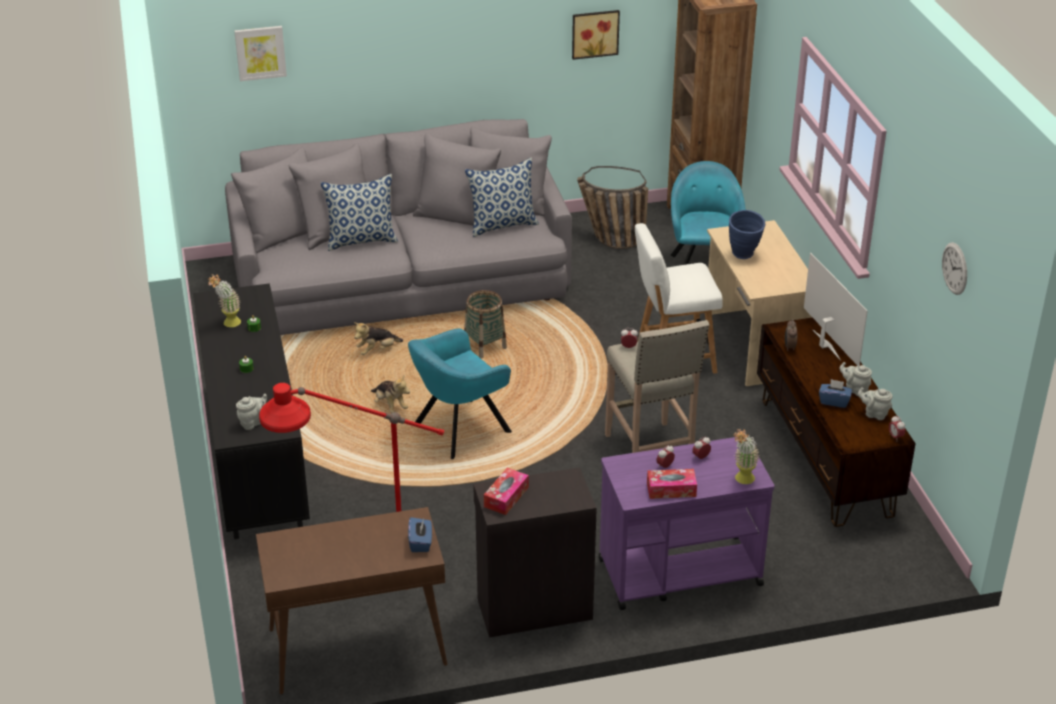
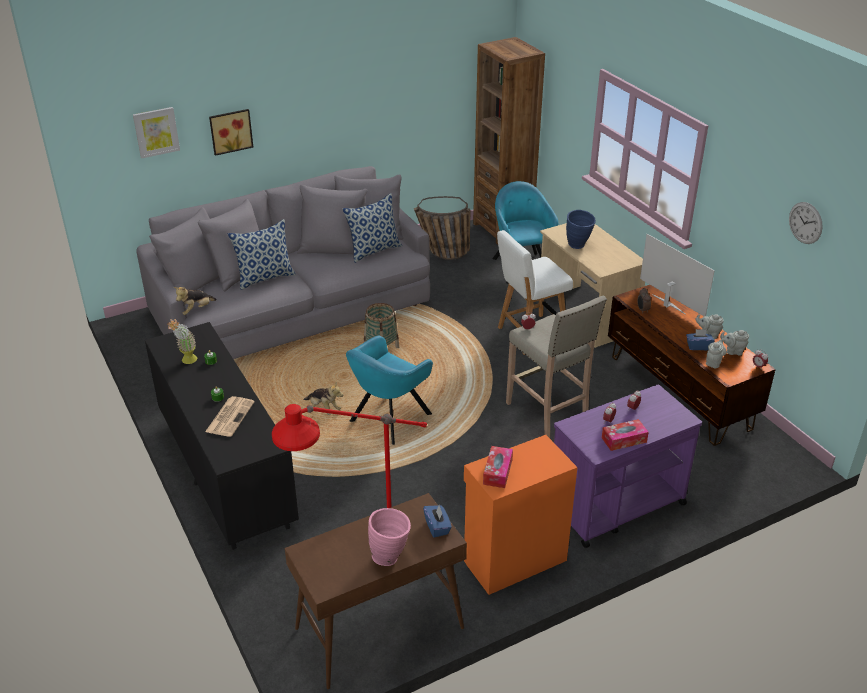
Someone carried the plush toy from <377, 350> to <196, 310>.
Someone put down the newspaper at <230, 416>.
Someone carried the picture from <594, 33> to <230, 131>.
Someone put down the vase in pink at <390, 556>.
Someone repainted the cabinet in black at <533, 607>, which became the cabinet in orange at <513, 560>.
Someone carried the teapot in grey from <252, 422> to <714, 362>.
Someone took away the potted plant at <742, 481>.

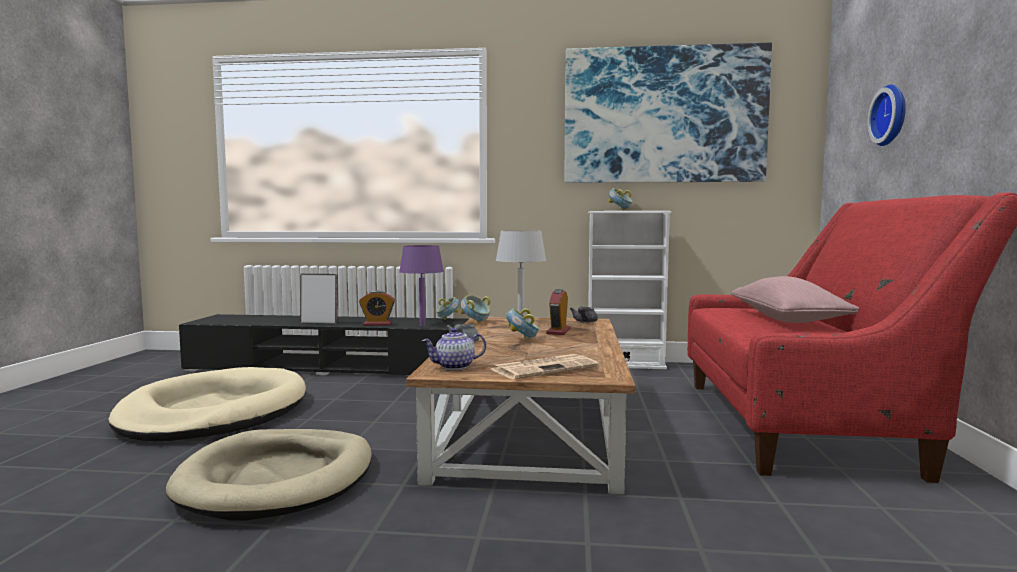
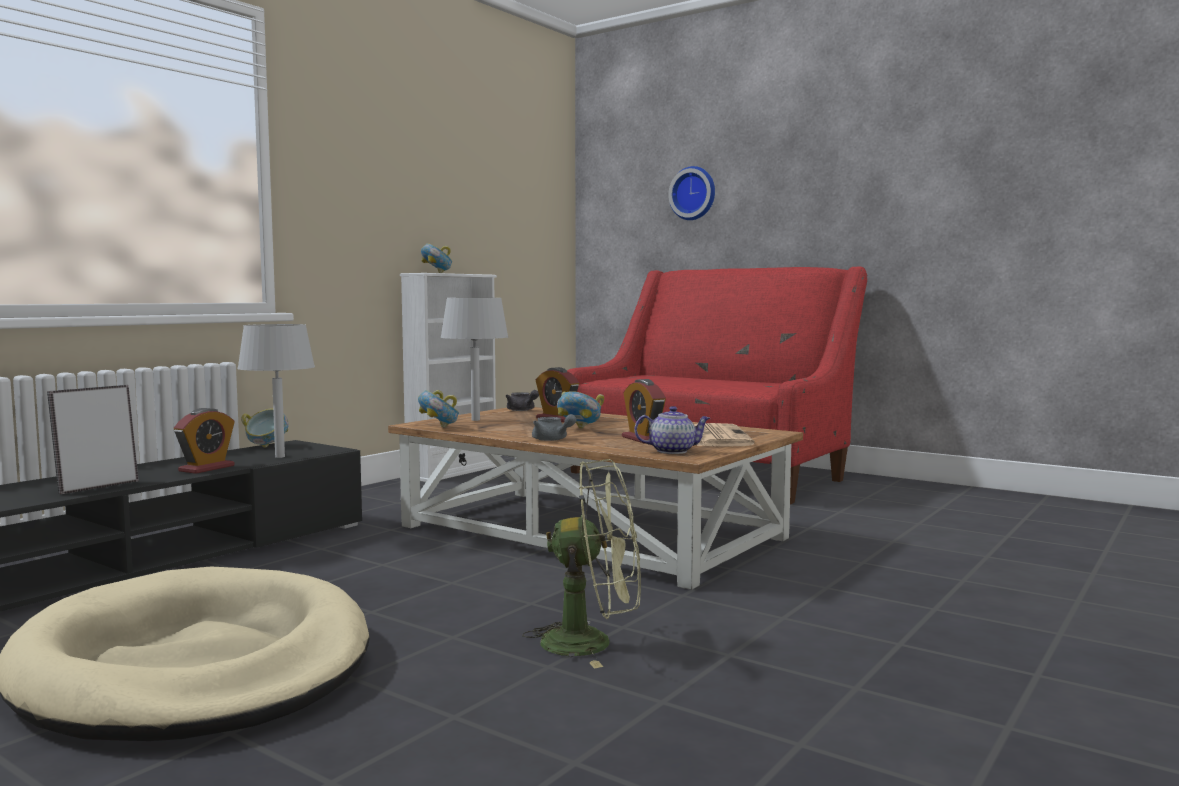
Someone repainted the table lamp in purple at <422, 325>, which became the table lamp in grey at <279, 457>.
Someone swapped the dog bed in beige at <278, 479> for the fan in green at <592, 643>.
Someone put down the alarm clock at <643, 439>.
Someone rotated the teapot at <454, 367> by 105 degrees counterclockwise.
Someone took away the picture at <664, 115>.
Someone took away the pillow in pink at <787, 320>.

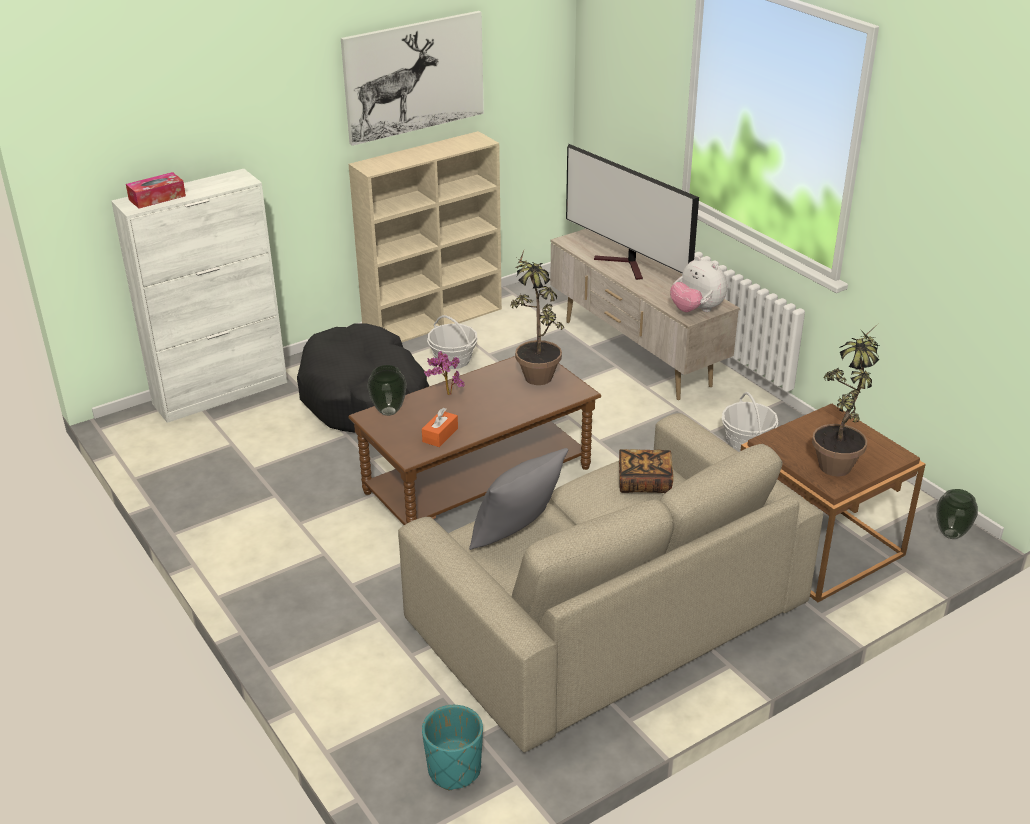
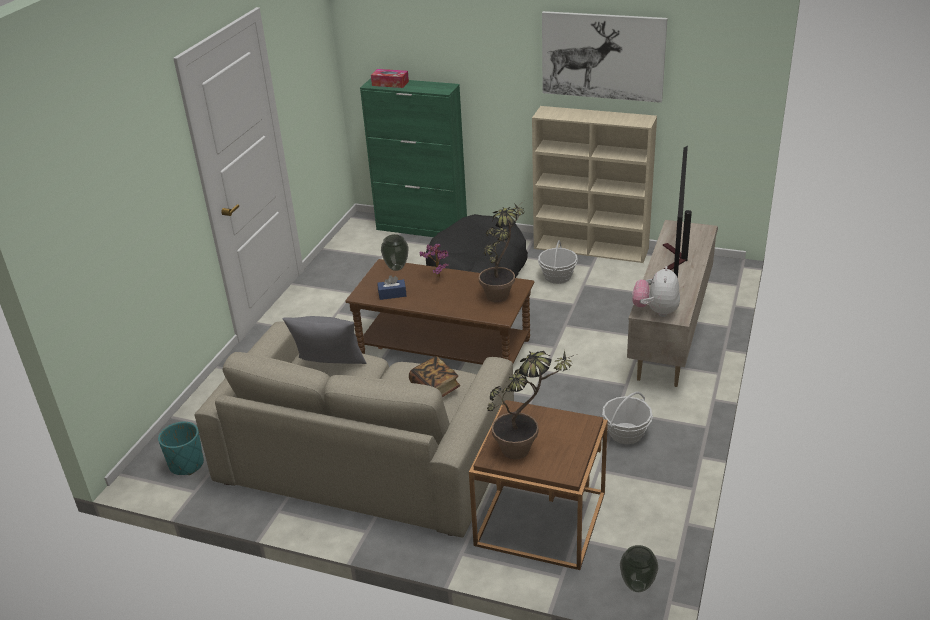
Someone repainted the cabinet in white at <221, 393>, which became the cabinet in green at <422, 228>.
Someone repainted the tissue box in orange at <440, 435>, which became the tissue box in blue at <392, 294>.

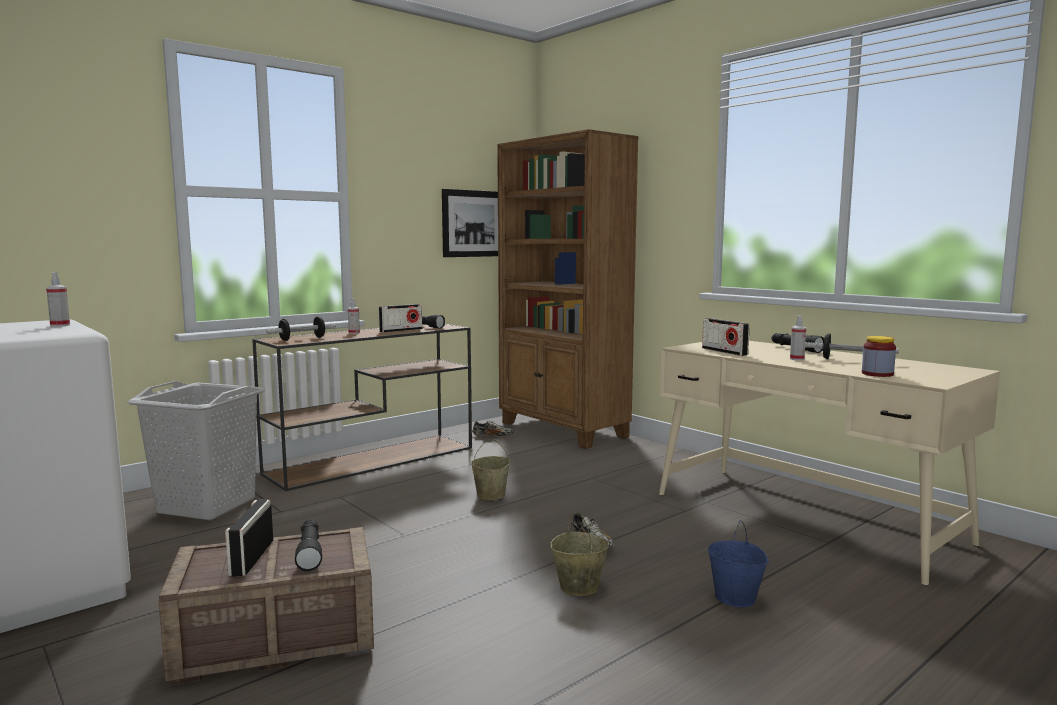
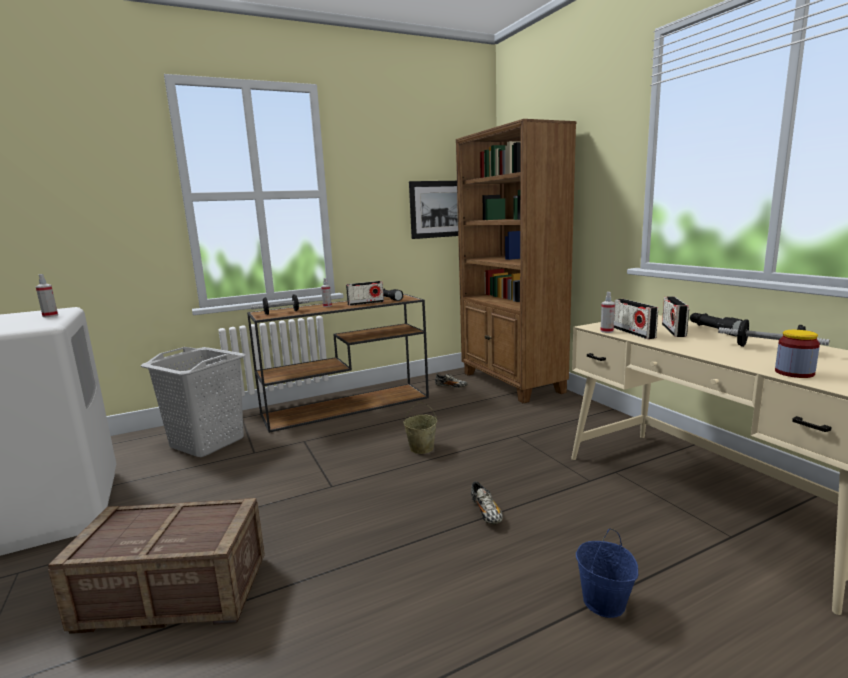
Someone carried the spray bottle from <797, 359> to <606, 331>.
Someone carried the radio from <251, 557> to <673, 330>.
Someone took away the flashlight in black at <310, 552>.
Someone took away the bucket in beige at <578, 587>.

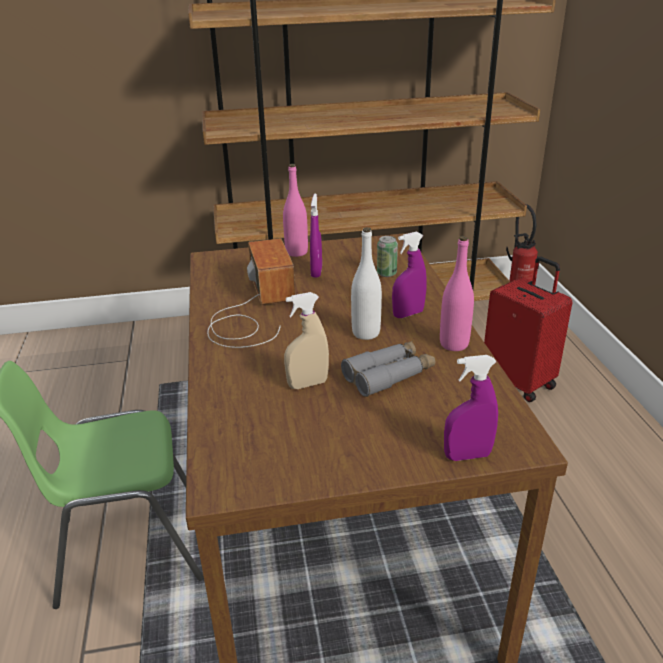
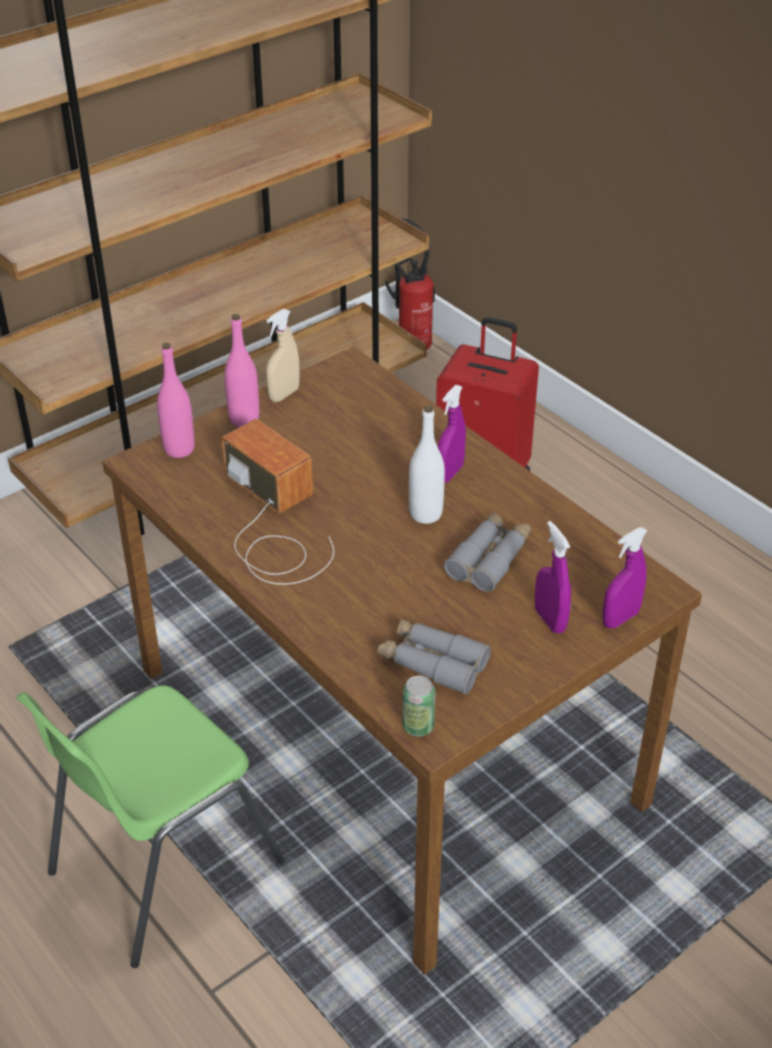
Someone carried the bottle in pink from <454, 344> to <179, 449>.
Someone carried the spray bottle in beige from <307, 384> to <284, 394>.
Someone put down the binoculars in grey at <432, 663>.
Someone carried the can from <386, 273> to <418, 726>.
Someone carried the spray bottle in purple from <316, 272> to <550, 620>.

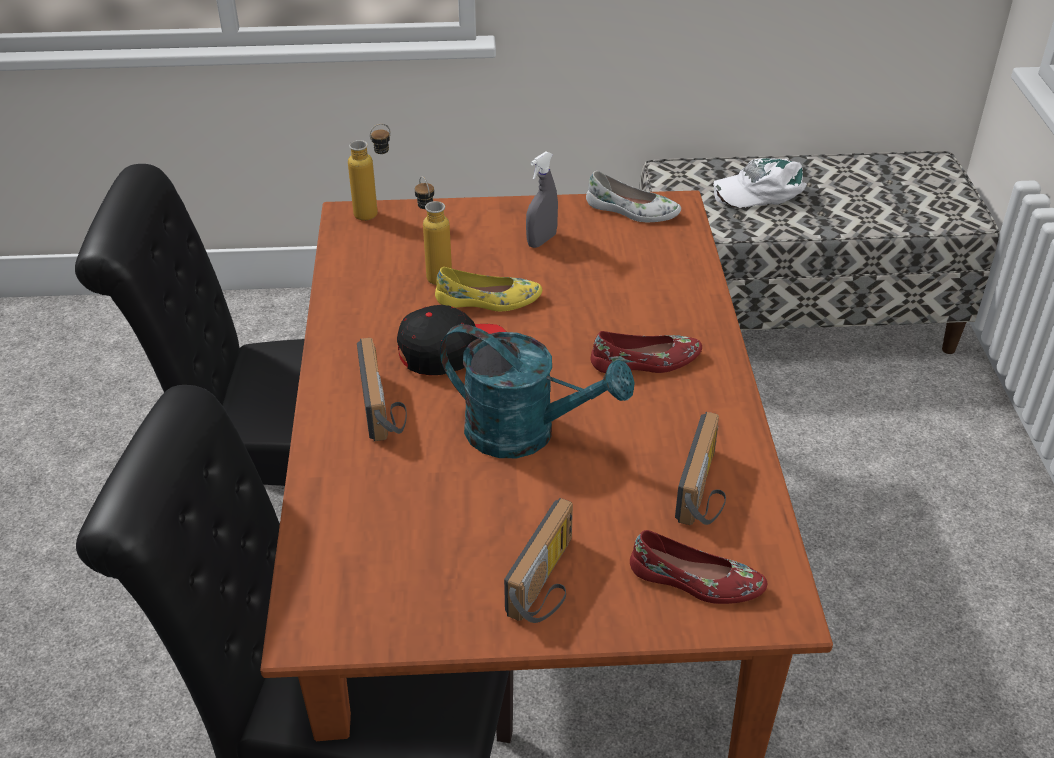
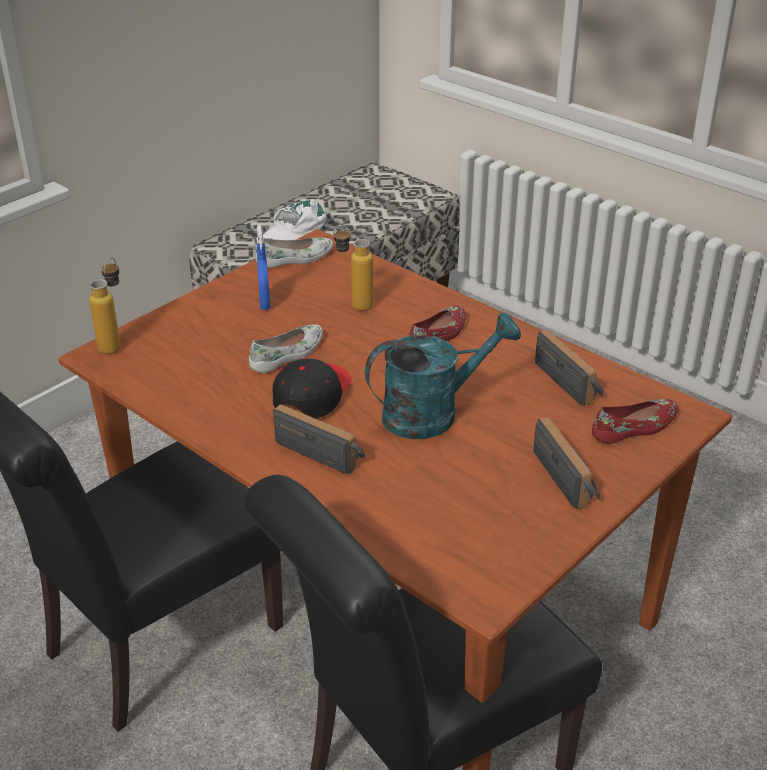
Someone repainted the shoe in yellow at <488, 301>, which became the shoe in white at <288, 355>.
Someone repainted the spray bottle in grey at <541, 240>, which became the spray bottle in blue at <265, 303>.
Someone carried the bottle from <434, 273> to <353, 304>.

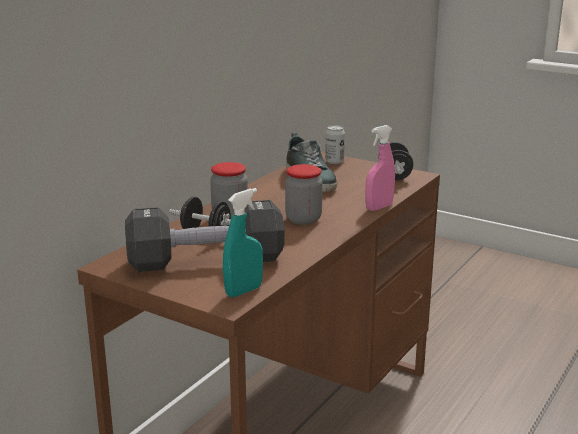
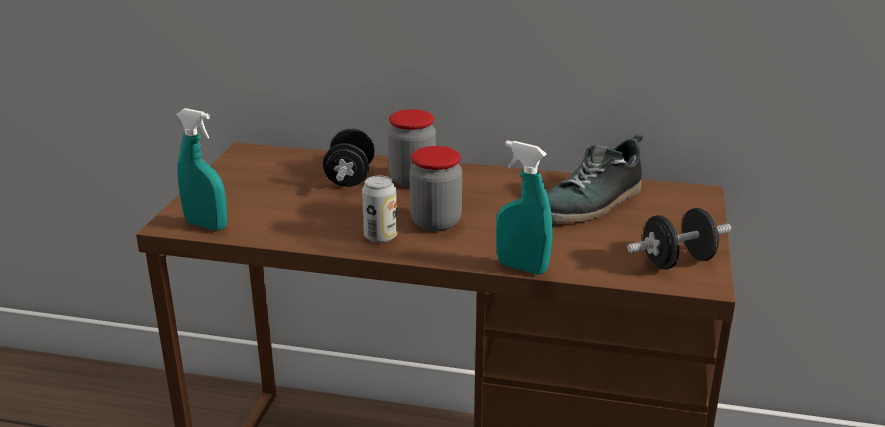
Someone carried the can from <334, 161> to <380, 237>.
Someone repainted the spray bottle in pink at <379, 207>, which became the spray bottle in turquoise at <522, 267>.
Someone took away the dumbbell in black at <206, 261>.

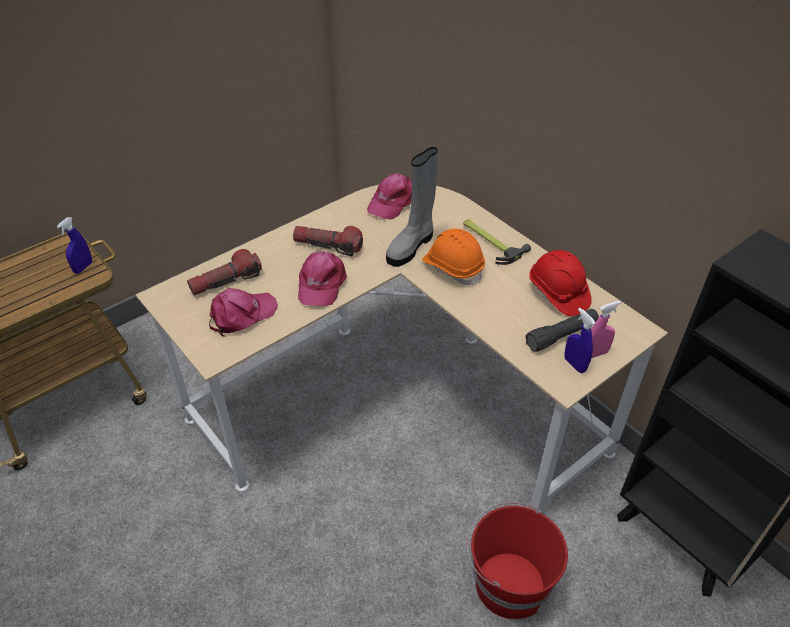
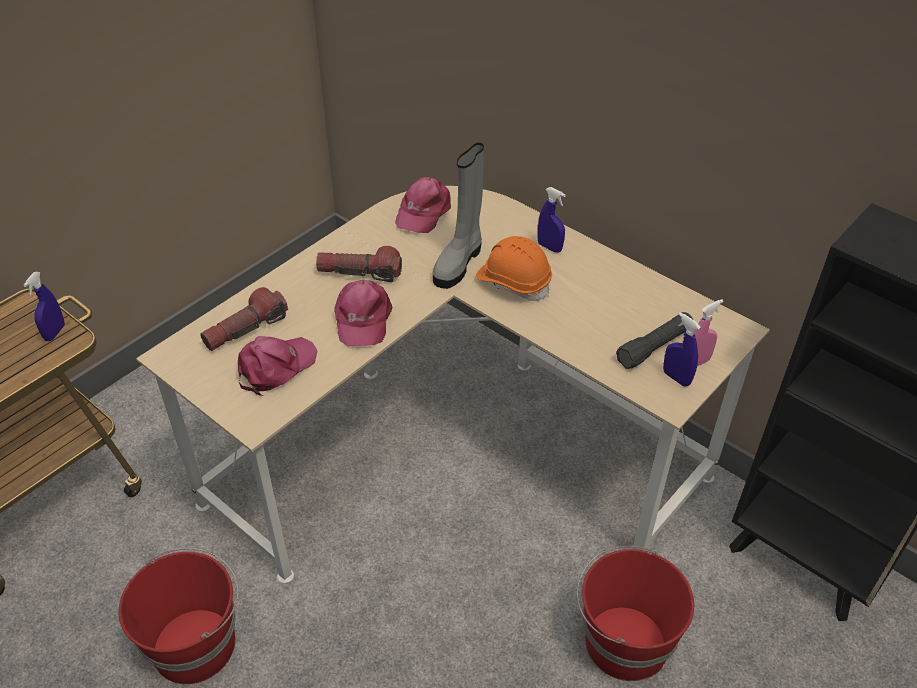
Someone put down the bucket in red at <195, 644>.
Someone swapped the hammer at <490, 241> for the spray bottle in blue at <549, 247>.
Someone took away the hard hat in red at <558, 293>.

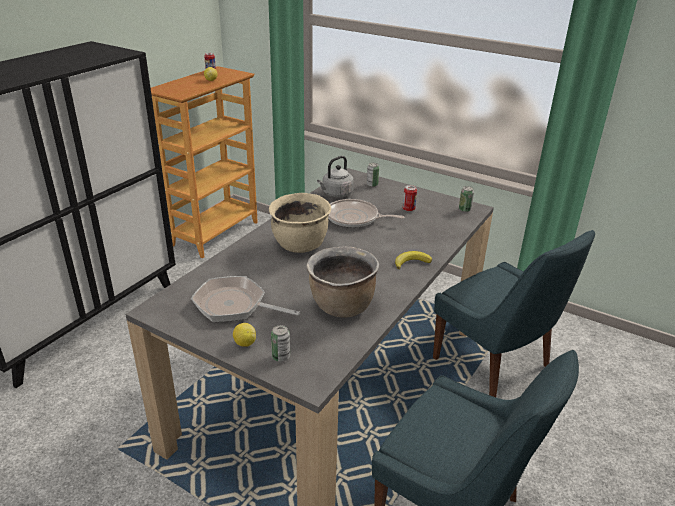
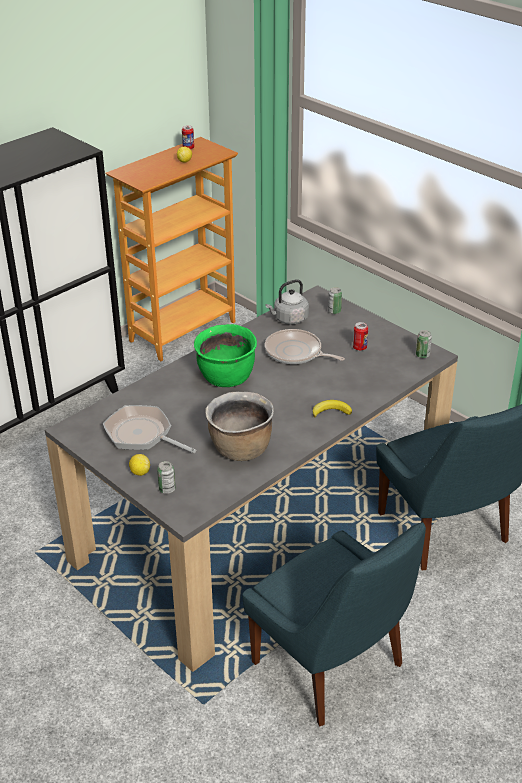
Someone repainted the cooking pot in beige at <300, 245>, which became the cooking pot in green at <226, 379>.

